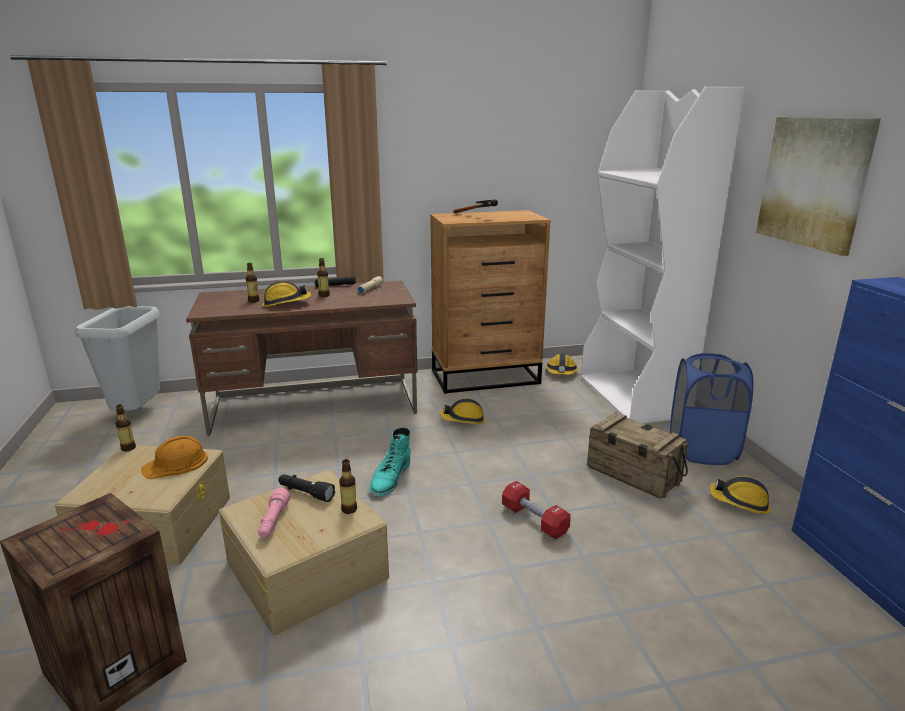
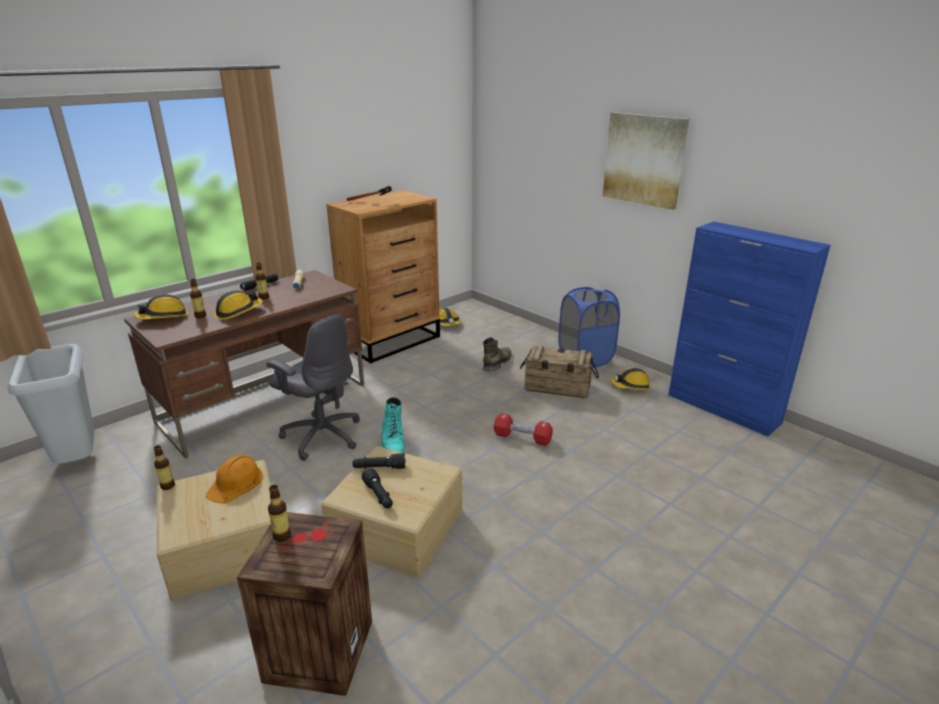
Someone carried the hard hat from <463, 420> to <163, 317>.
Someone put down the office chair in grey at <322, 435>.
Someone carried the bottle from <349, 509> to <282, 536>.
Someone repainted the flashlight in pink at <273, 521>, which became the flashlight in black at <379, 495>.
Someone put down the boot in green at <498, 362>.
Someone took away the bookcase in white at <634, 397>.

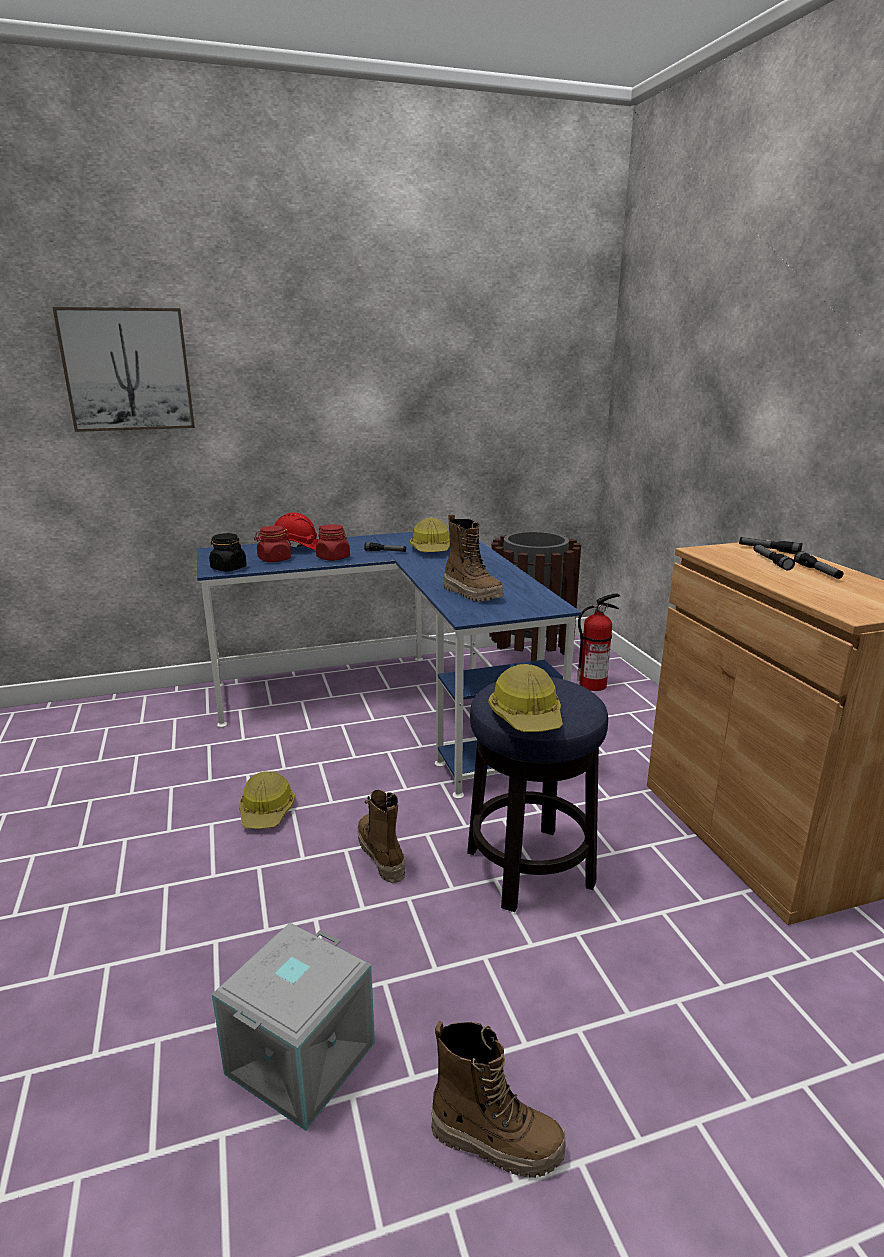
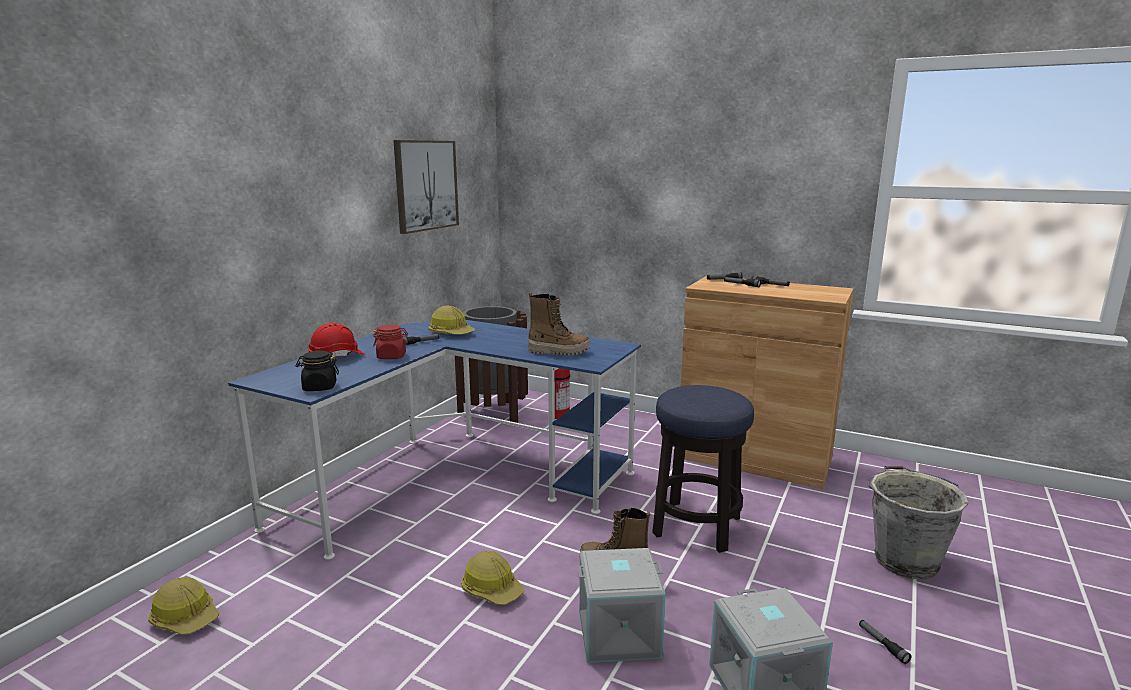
Someone carried the hard hat from <527, 716> to <186, 618>.
Someone carried the picture from <127, 370> to <426, 185>.
Someone put down the storage box in grey at <618, 635>.
Someone swapped the boot at <496, 1140> for the flashlight at <882, 644>.
Someone put down the bucket in grey at <904, 560>.
Someone took away the jar in red at <274, 559>.

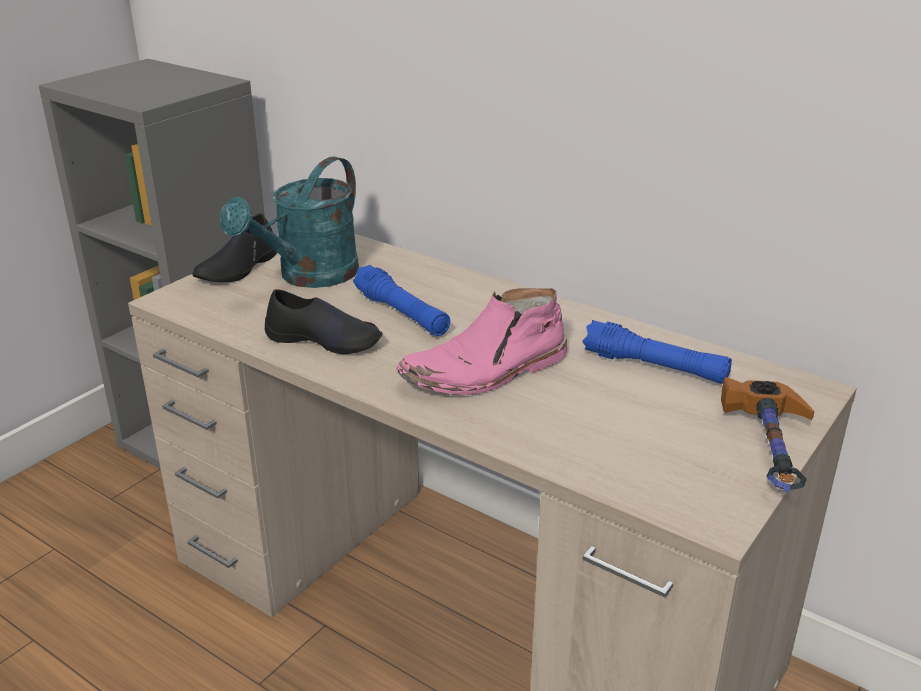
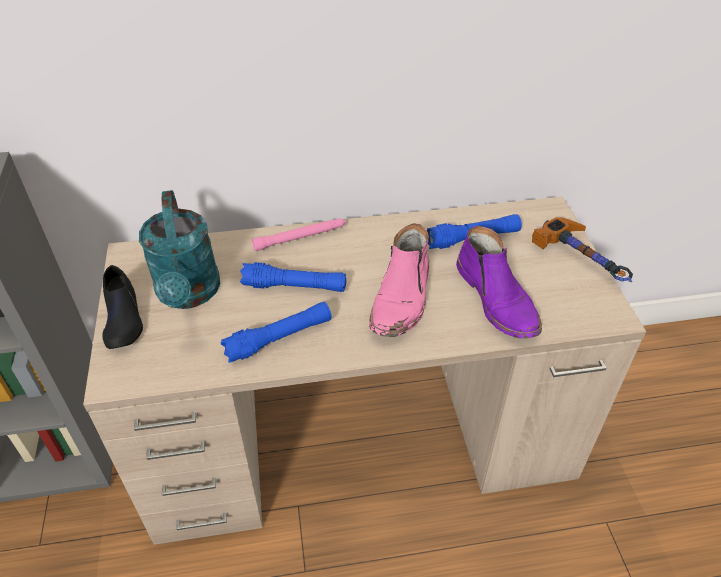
Someone swapped the shoe in black at <324, 340> for the flashlight in blue at <279, 338>.
Someone put down the flashlight in pink at <300, 237>.
Someone put down the boot in purple at <497, 299>.

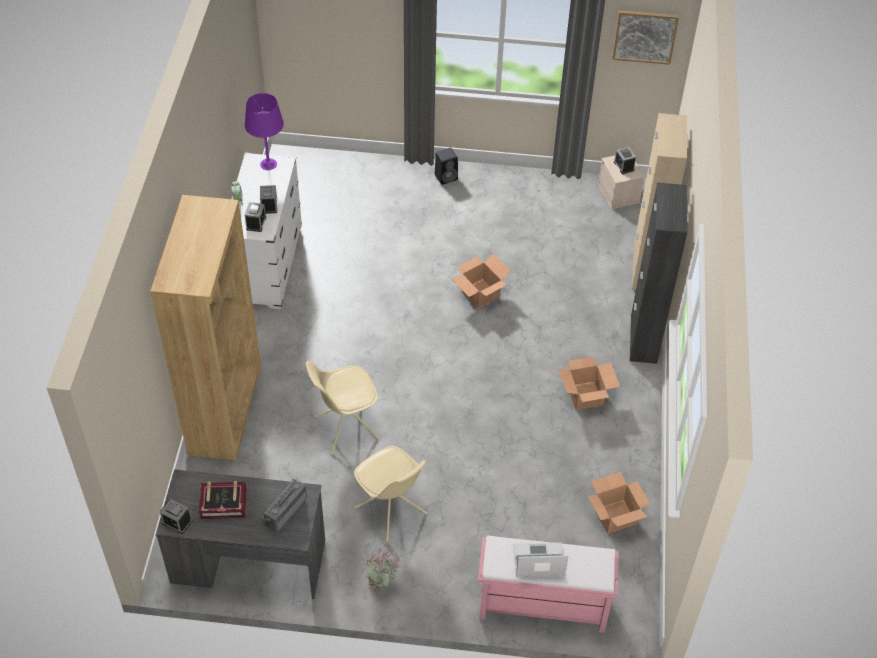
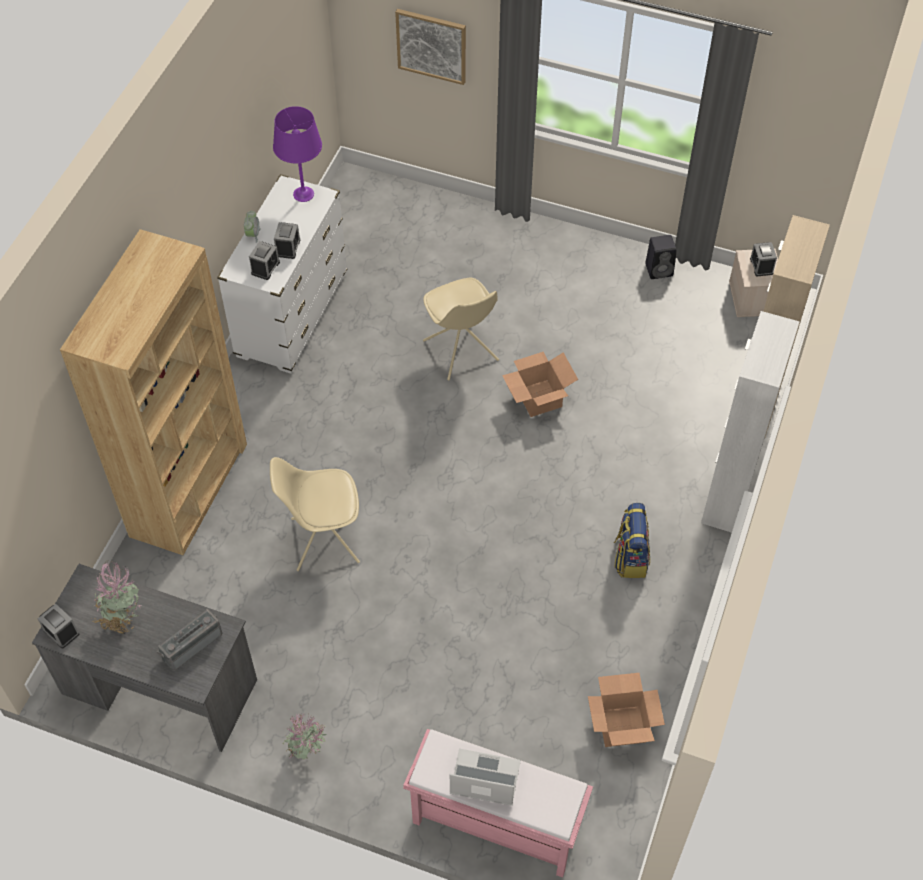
Someone swapped the book at <223, 503> for the potted plant at <122, 619>.
Someone carried the picture from <645, 36> to <431, 45>.
Someone carried the chair in beige from <391, 512> to <461, 351>.
Someone swapped the cardboard box at <584, 395> for the backpack at <630, 557>.
Someone carried the speaker in black from <446, 177> to <660, 270>.
Someone repainted the cabinet in black at <643, 339>, which became the cabinet in white at <727, 497>.

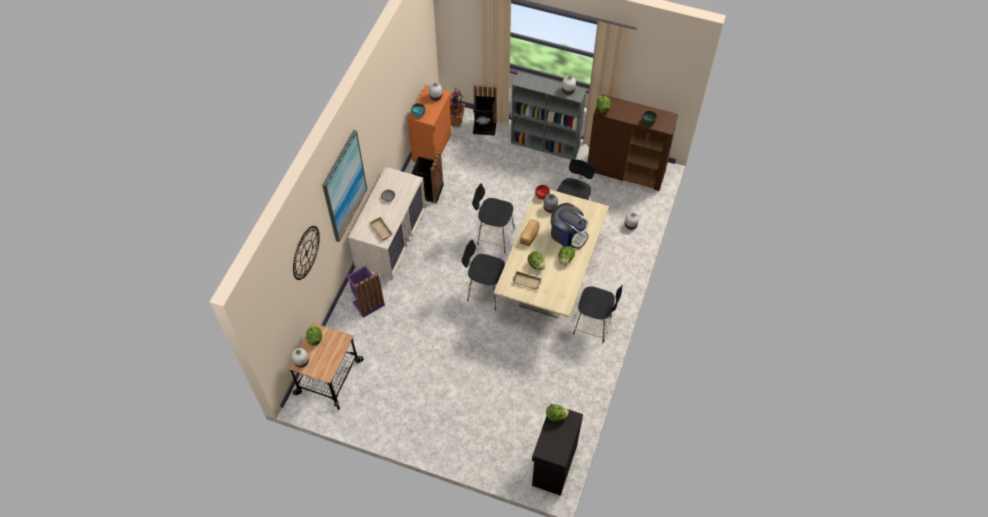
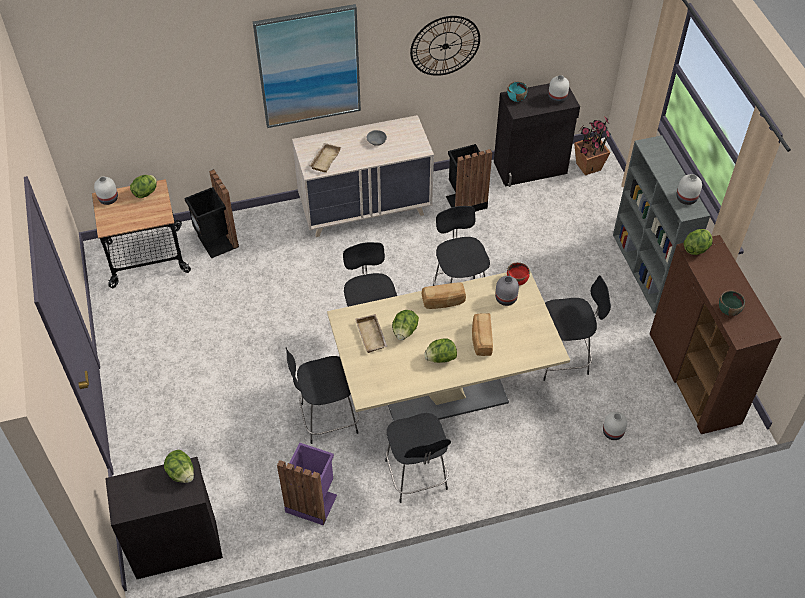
Someone carried the trash can in black from <484, 128> to <216, 242>.
Someone carried the trash can in purple from <367, 302> to <312, 501>.
Someone put down the stool in black at <326, 418>.
Someone carried the wall clock from <306, 252> to <445, 46>.
Someone swapped the coffee machine at <568, 235> for the bread at <481, 340>.
Someone repainted the cabinet in orange at <432, 147>, which became the cabinet in black at <531, 168>.

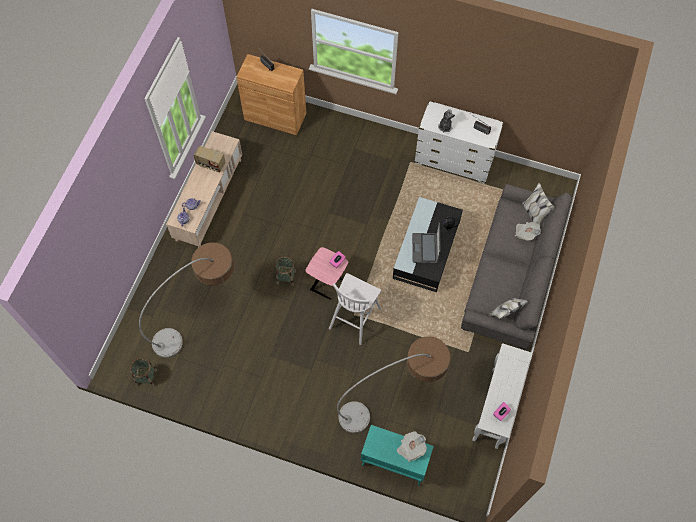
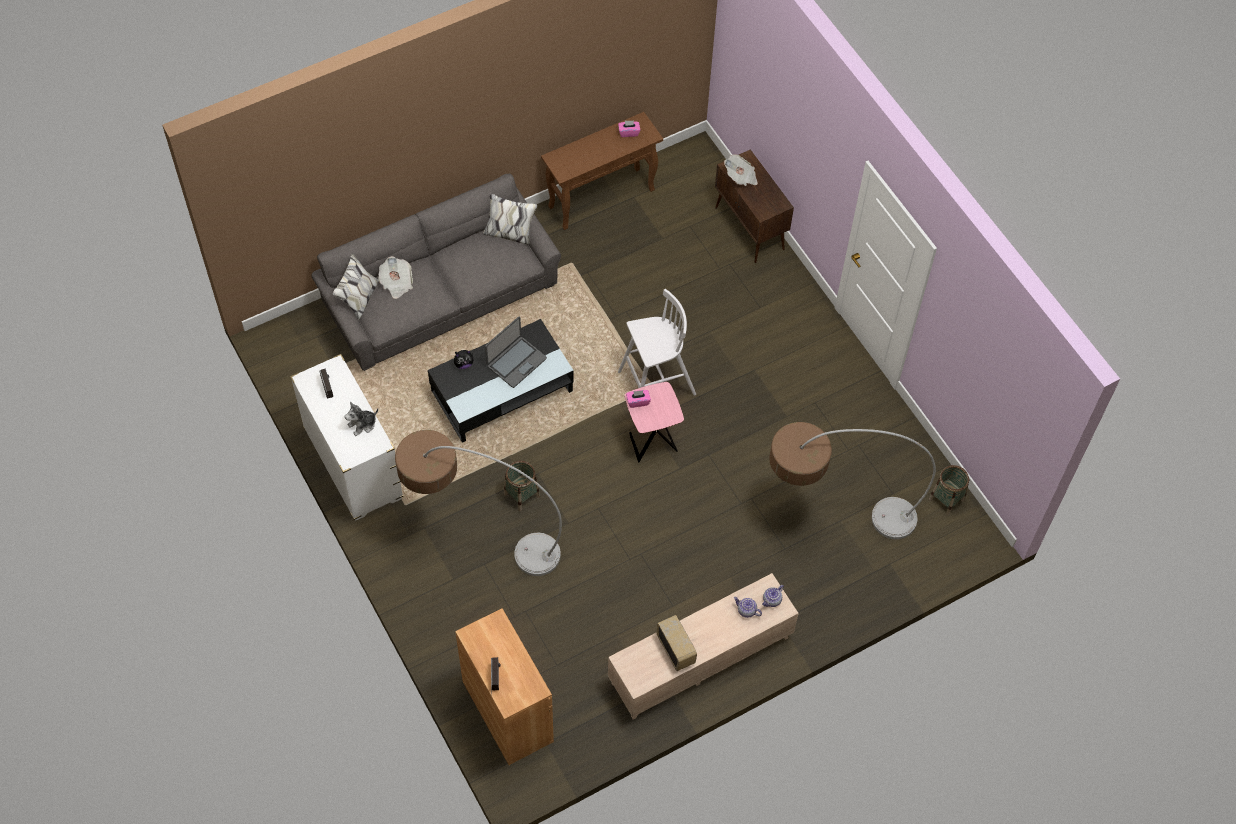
Someone carried the floor lamp from <393, 400> to <477, 537>.
Someone carried the basket from <286, 277> to <521, 495>.
Someone repainted the console table in white at <495, 408>, which became the console table in brown at <602, 198>.
Someone repainted the cabinet in turquoise at <394, 462>, which became the cabinet in brown at <750, 229>.

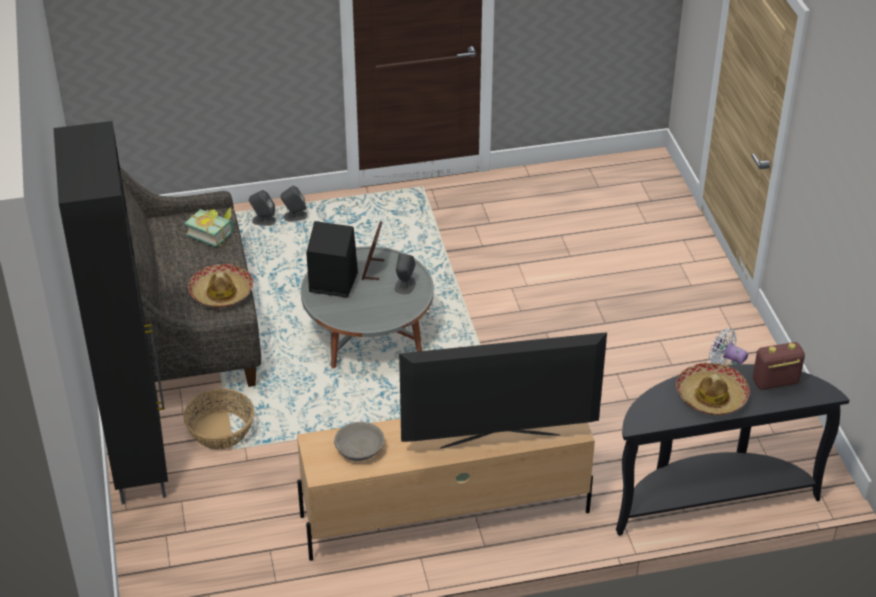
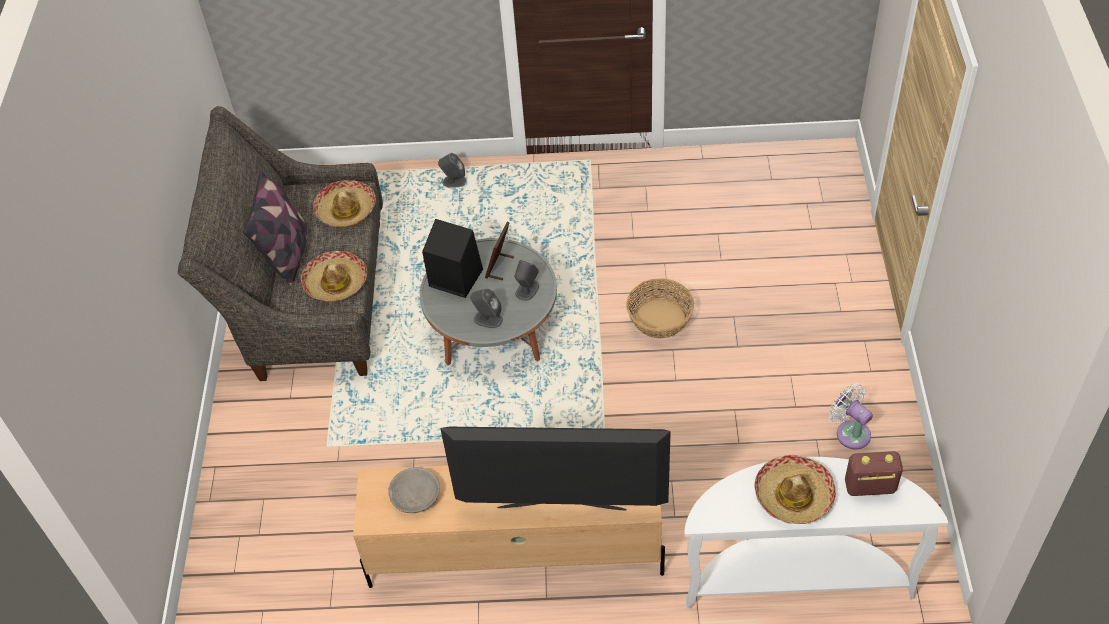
Someone put down the pillow at <287, 255>.
Someone swapped the book at <213, 233> for the hat at <346, 210>.
Someone carried the speaker in grey from <263, 221> to <488, 319>.
Someone carried the basket from <221, 430> to <660, 319>.
Someone repainted the console table in black at <710, 497>, which became the console table in white at <796, 575>.
Someone took away the cabinet in black at <140, 461>.

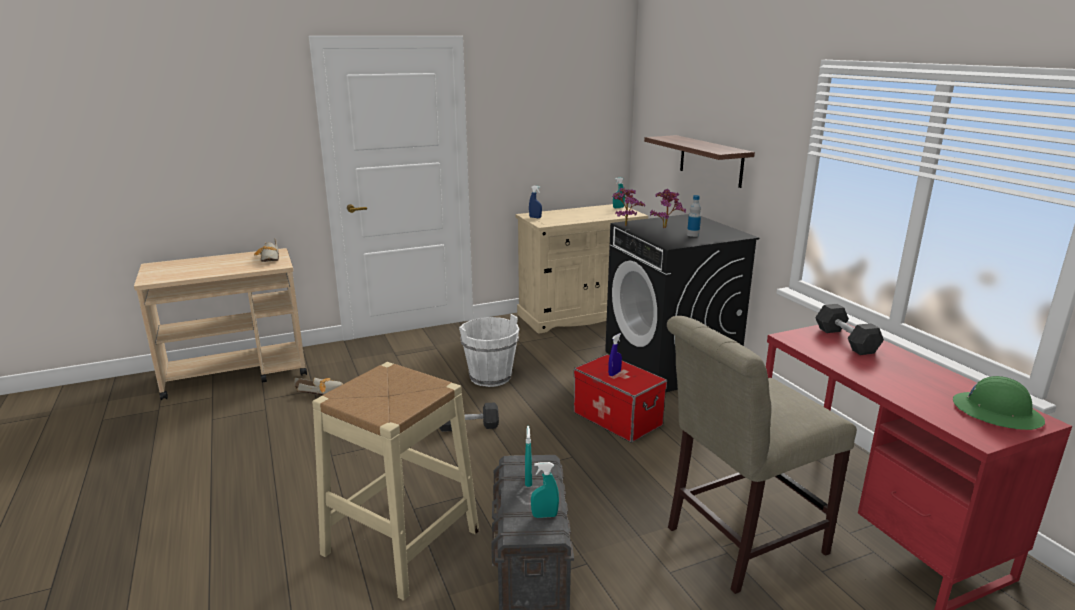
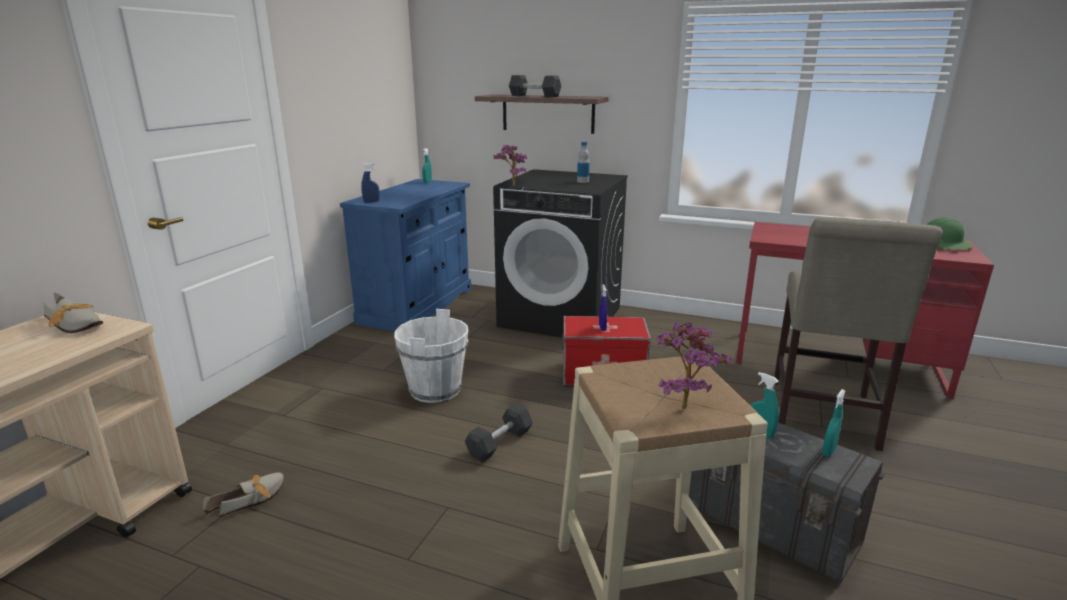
Someone repainted the cabinet in beige at <578, 315>, which became the cabinet in blue at <417, 305>.
Someone carried the dumbbell in grey from <846, 340> to <534, 96>.
Someone carried the potted plant from <666, 227> to <682, 404>.

